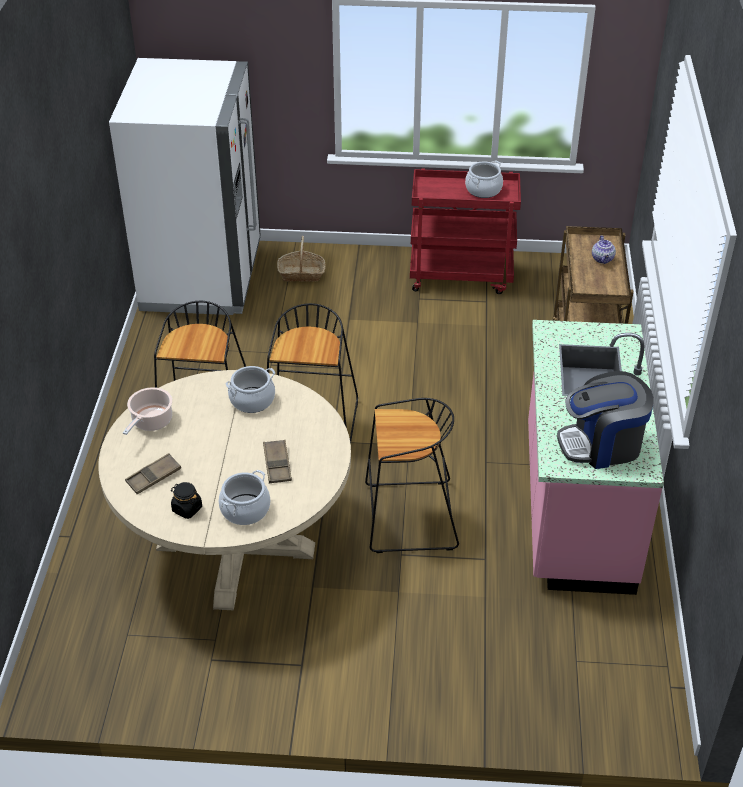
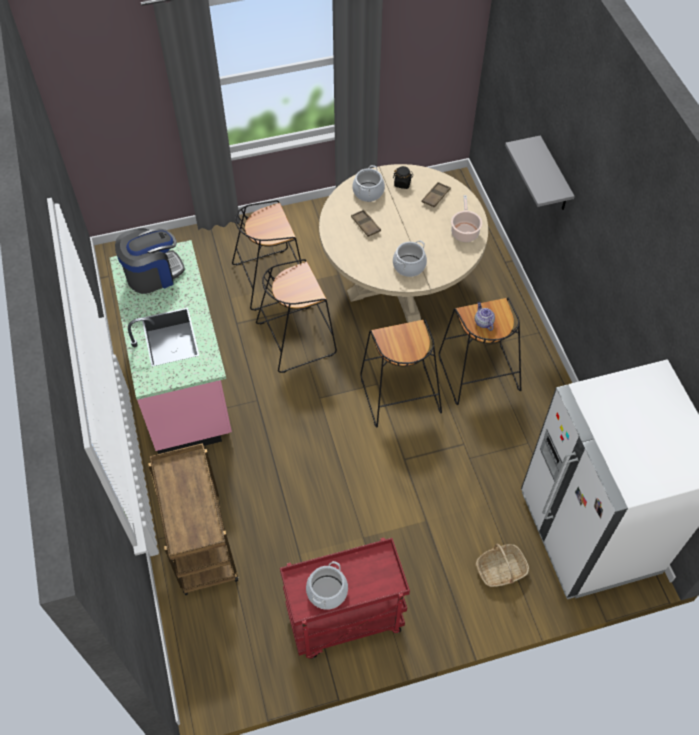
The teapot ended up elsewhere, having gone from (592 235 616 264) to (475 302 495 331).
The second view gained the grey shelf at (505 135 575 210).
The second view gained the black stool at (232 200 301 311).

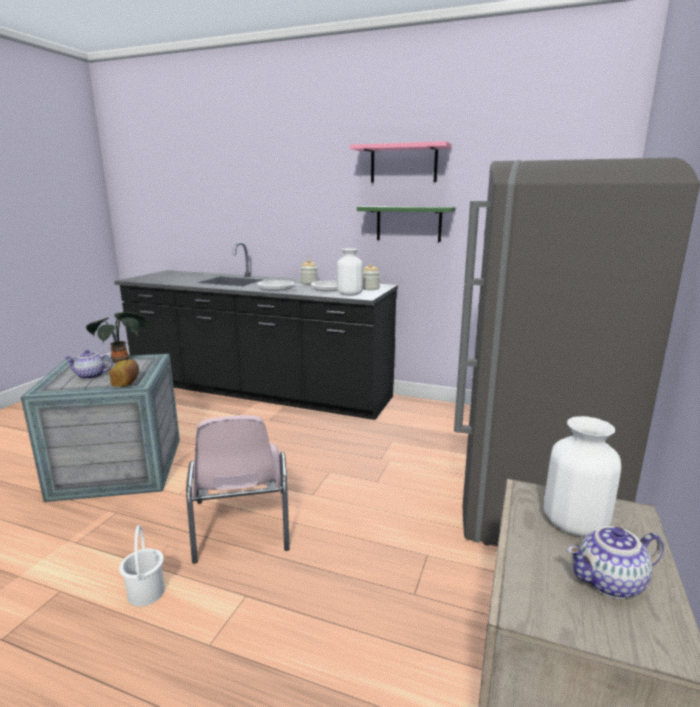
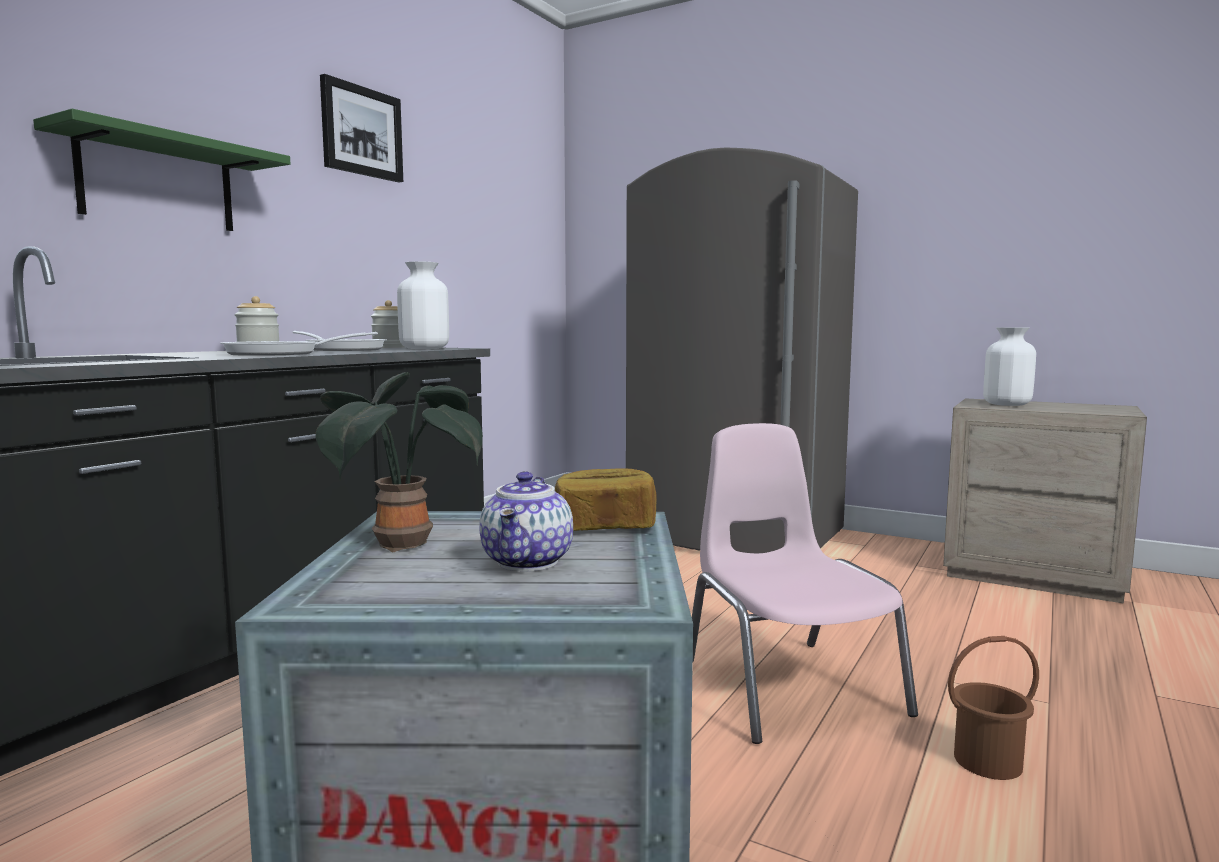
Where the pink shelf hung at (350 141 452 183), the picture came to hang at (320 74 403 183).
The green shelf ended up elsewhere, having gone from (357 206 456 242) to (33 109 291 231).
The pink chair at (186 415 290 564) ended up facing another way, 105 degrees counterclockwise from before.
What was the white bucket at (119 525 165 606) turned into the brown bucket at (948 636 1039 780).
The second view lost the teapot at (567 526 664 599).

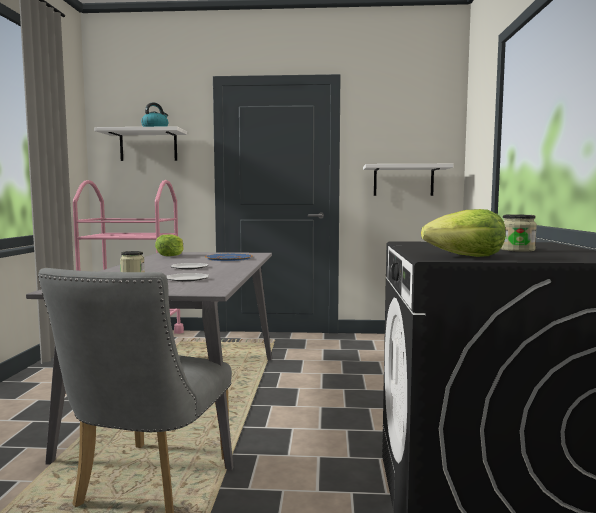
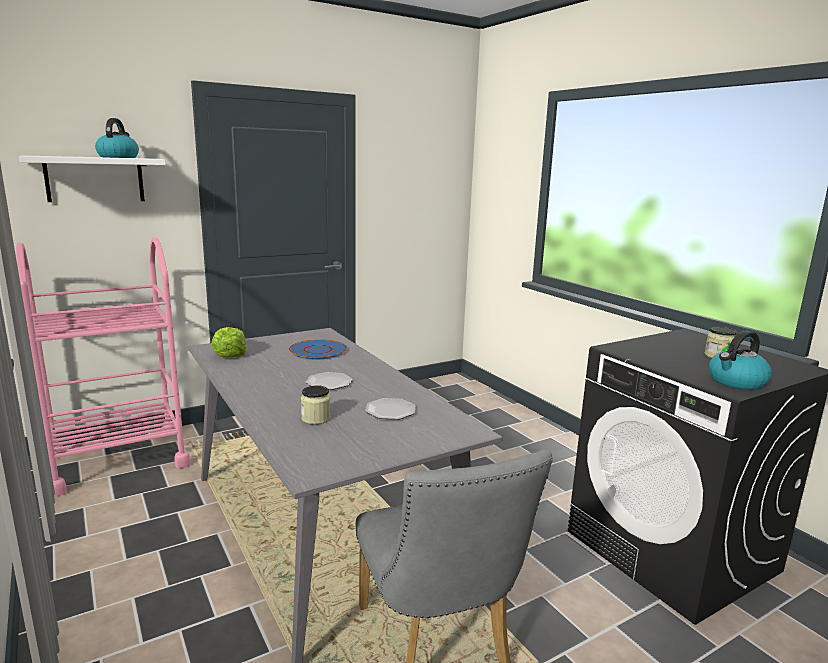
The second view lost the white shelf at (363 164 454 196).
Where the lettuce stood at (421 209 506 257), the kettle came to stand at (709 331 772 390).

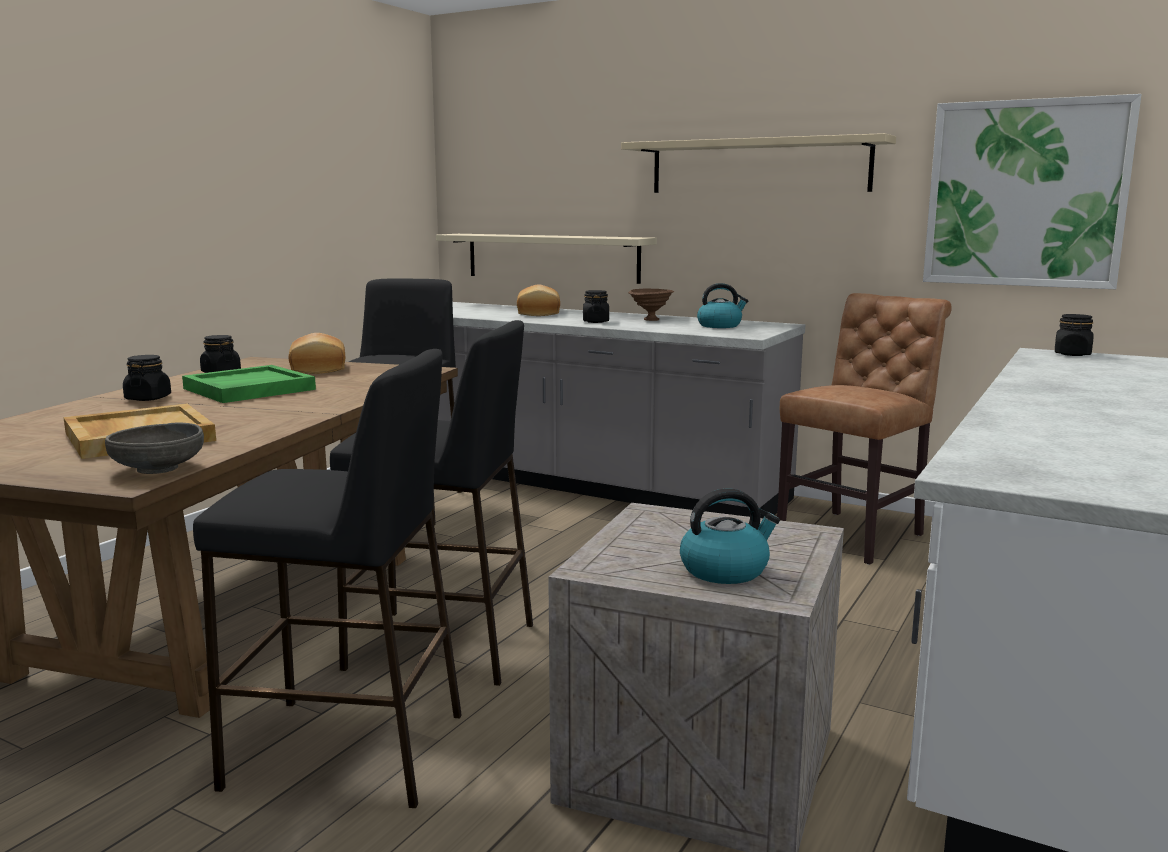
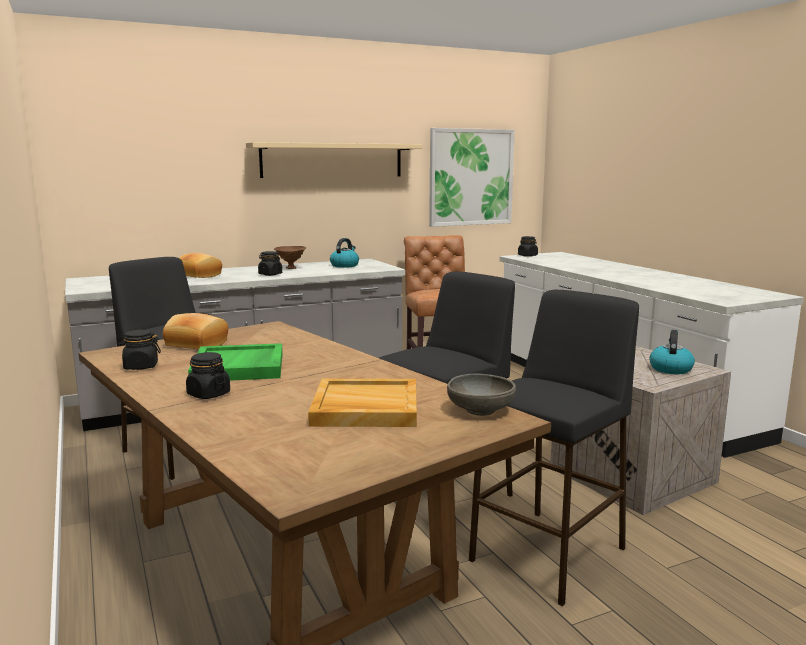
The second view lost the beige shelf at (436 234 657 284).

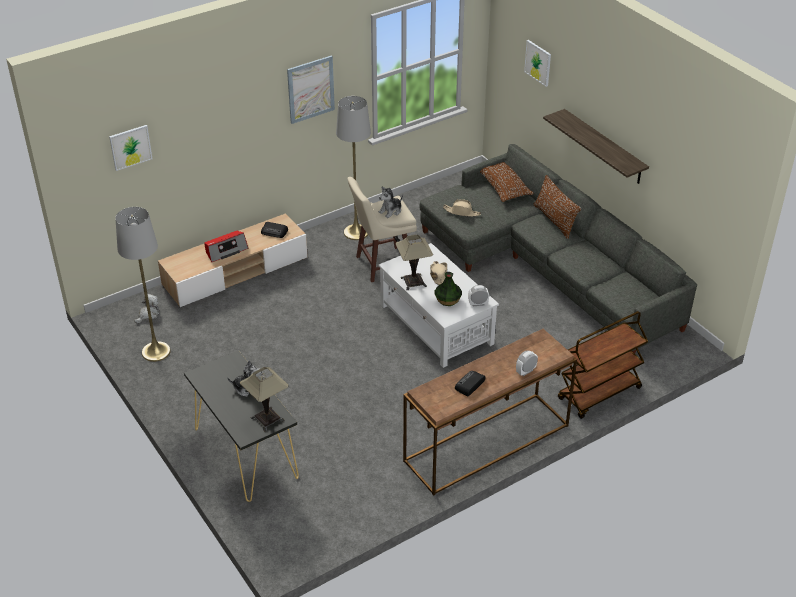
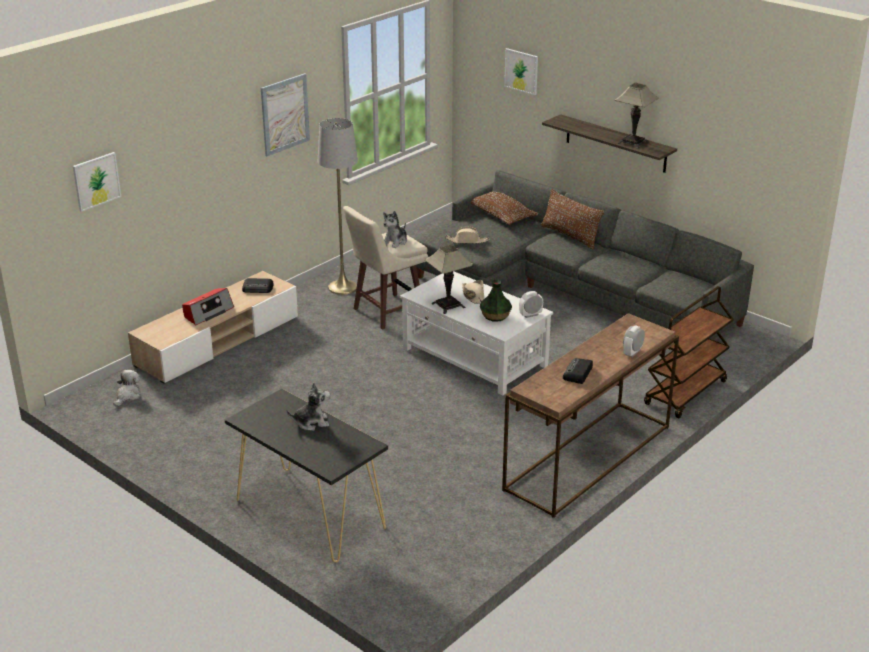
The second view lost the grey floor lamp at (115 207 171 362).
The table lamp ended up elsewhere, having gone from (240 367 289 432) to (615 83 659 148).

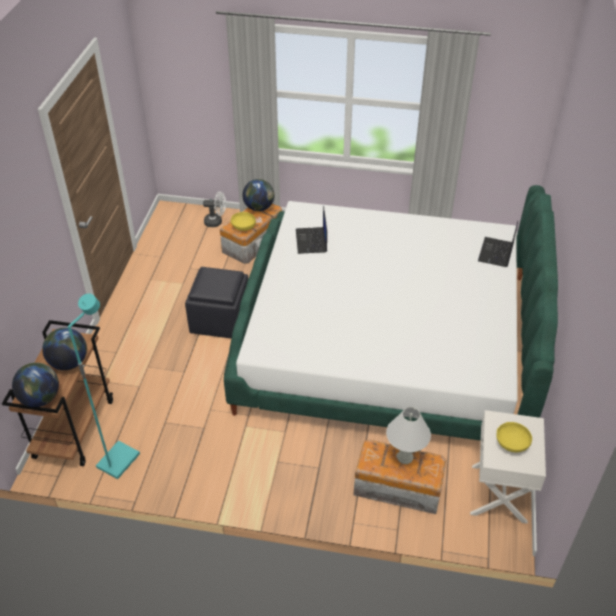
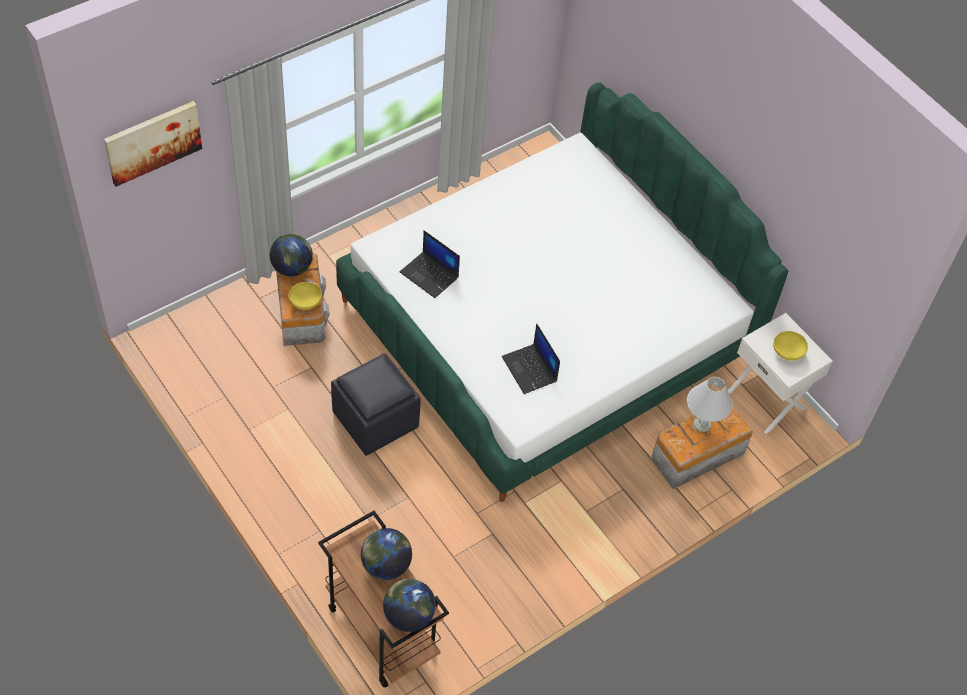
The second view lost the white fan at (203 192 226 227).
The laptop ended up elsewhere, having gone from (478 221 518 267) to (502 323 560 394).
The second view lost the turquoise floor lamp at (68 293 140 479).
The second view gained the picture at (104 101 202 187).

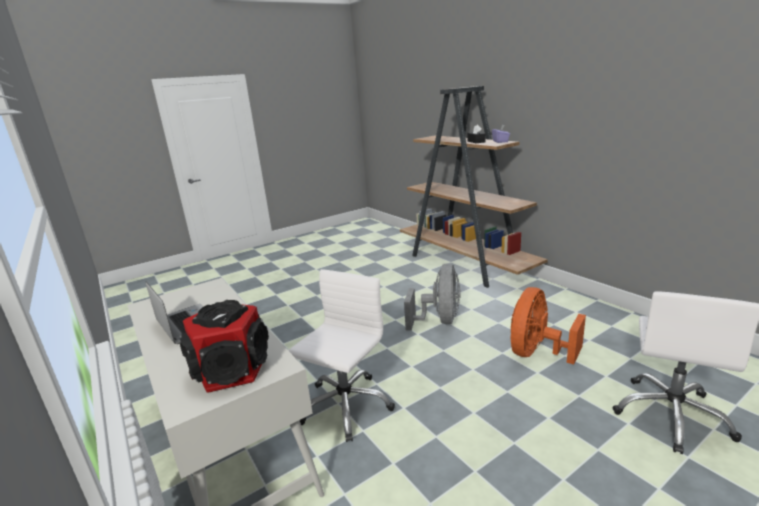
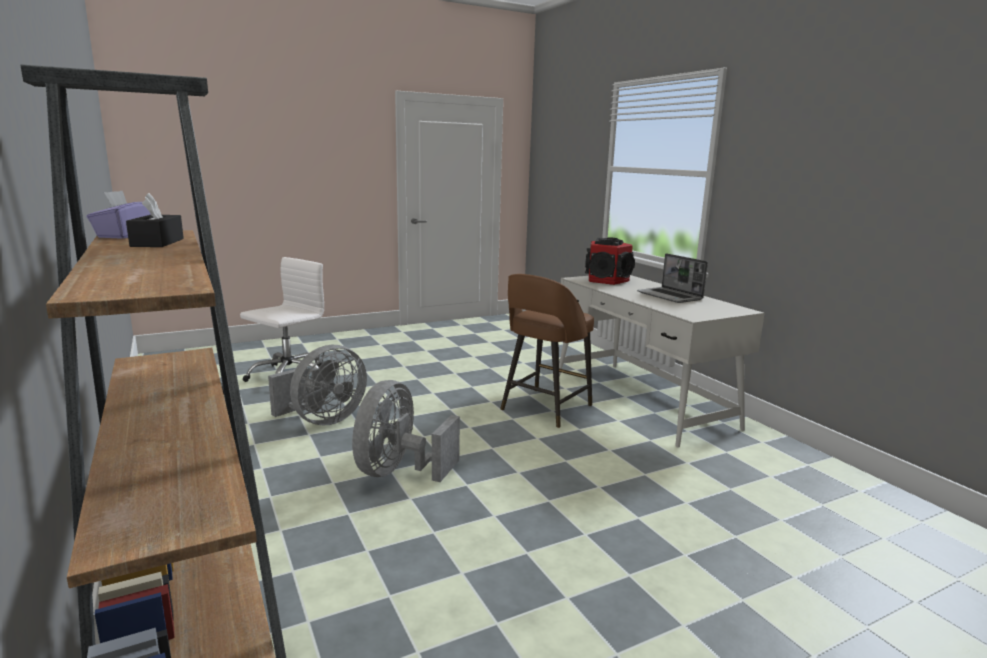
Where the white office chair stood at (289 269 395 442), the brown stool came to stand at (500 274 594 428).
What was the orange fan at (510 287 586 365) turned into the grey fan at (268 345 367 425).

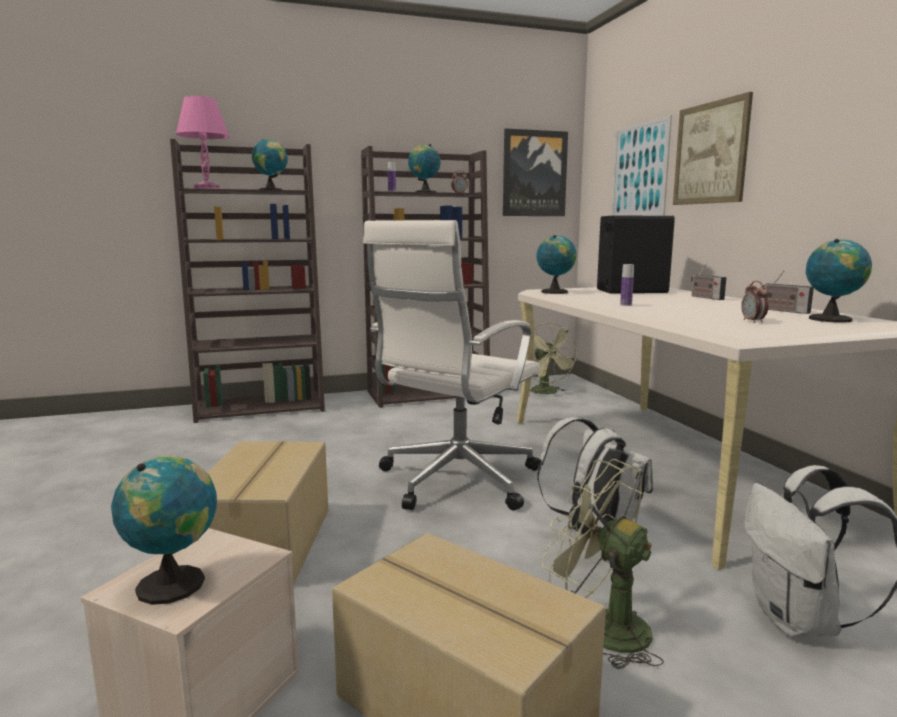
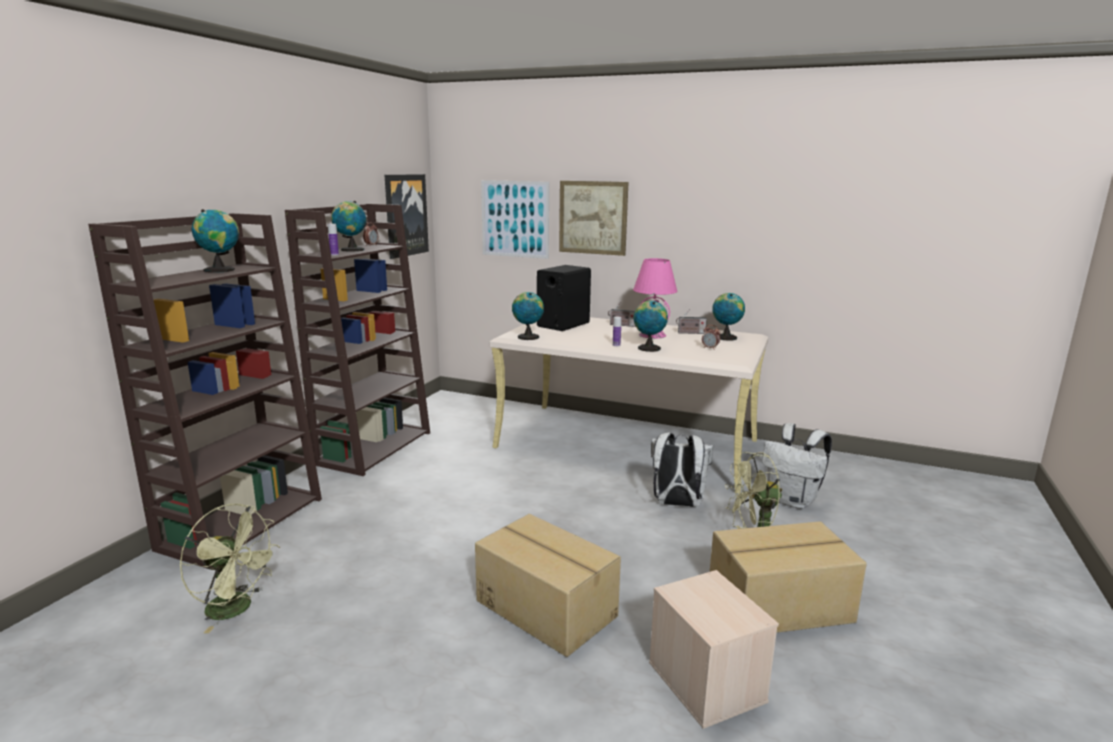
The pink table lamp ended up elsewhere, having gone from (176 96 229 189) to (633 258 677 339).
The second view lost the white office chair at (363 220 541 511).
The green fan ended up elsewhere, having gone from (529 322 579 395) to (179 504 280 633).
The globe ended up elsewhere, having gone from (111 456 217 605) to (633 301 668 352).

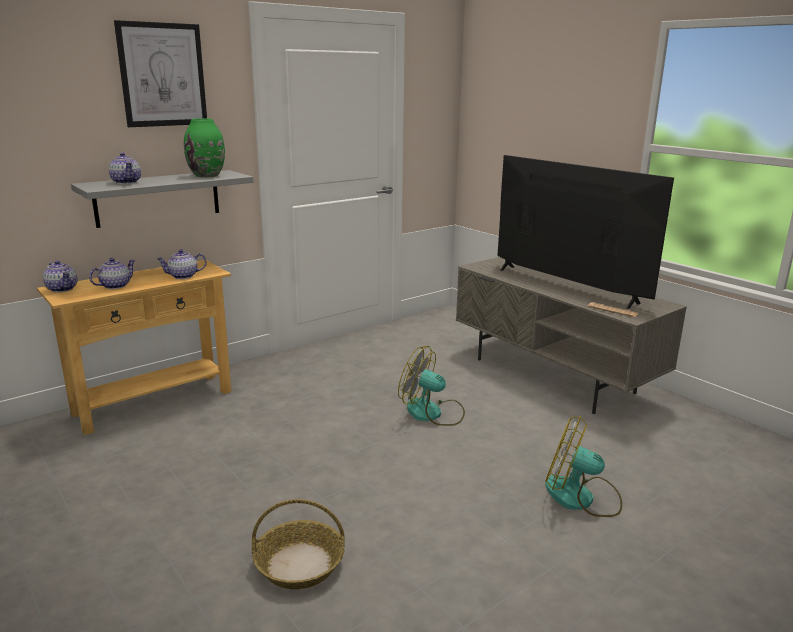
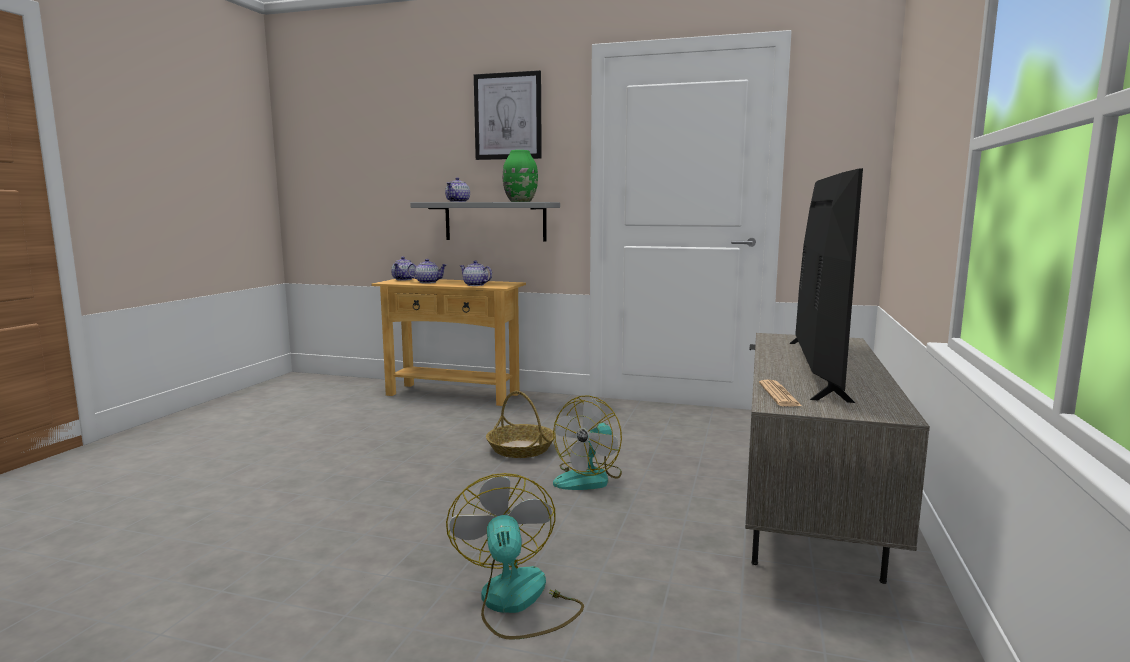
The fan at (398 346 465 426) ended up facing another way, 135 degrees counterclockwise from before.
The basket ended up elsewhere, having gone from (252 499 345 589) to (486 391 555 458).

